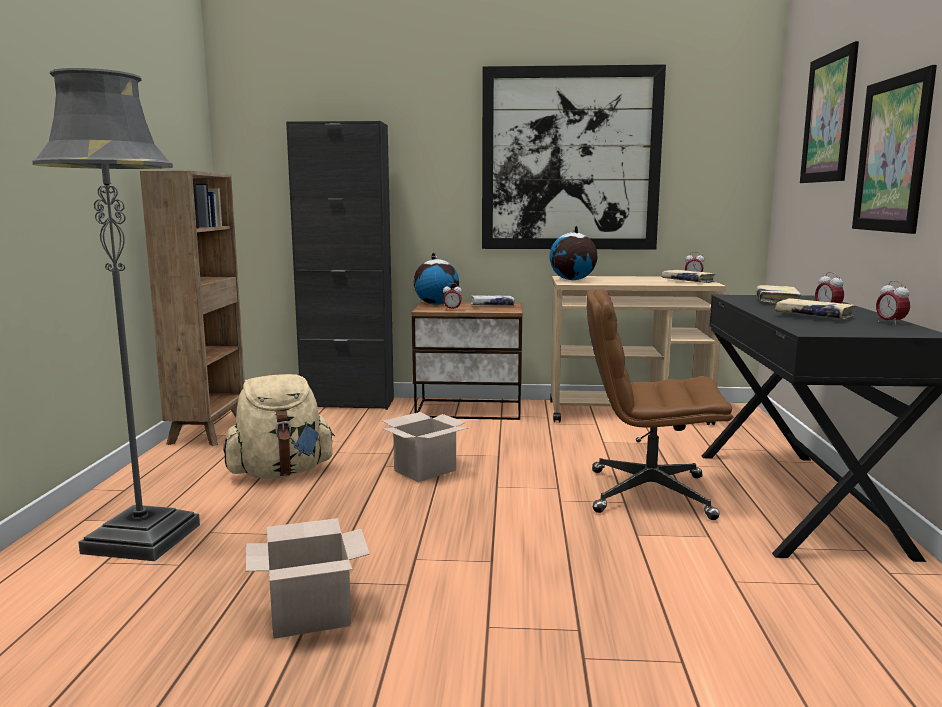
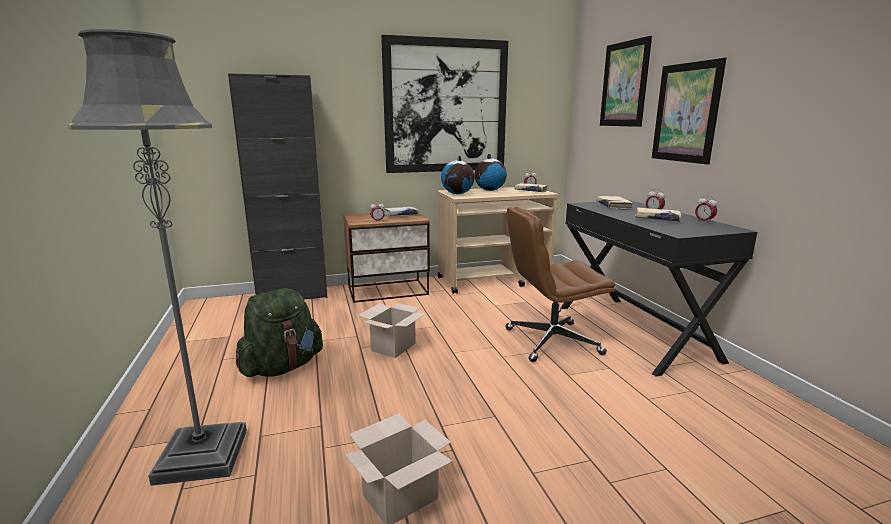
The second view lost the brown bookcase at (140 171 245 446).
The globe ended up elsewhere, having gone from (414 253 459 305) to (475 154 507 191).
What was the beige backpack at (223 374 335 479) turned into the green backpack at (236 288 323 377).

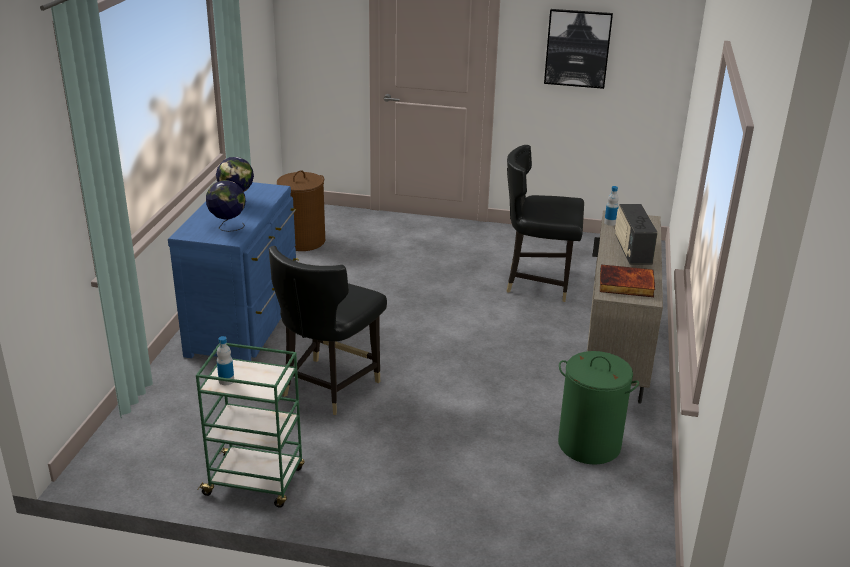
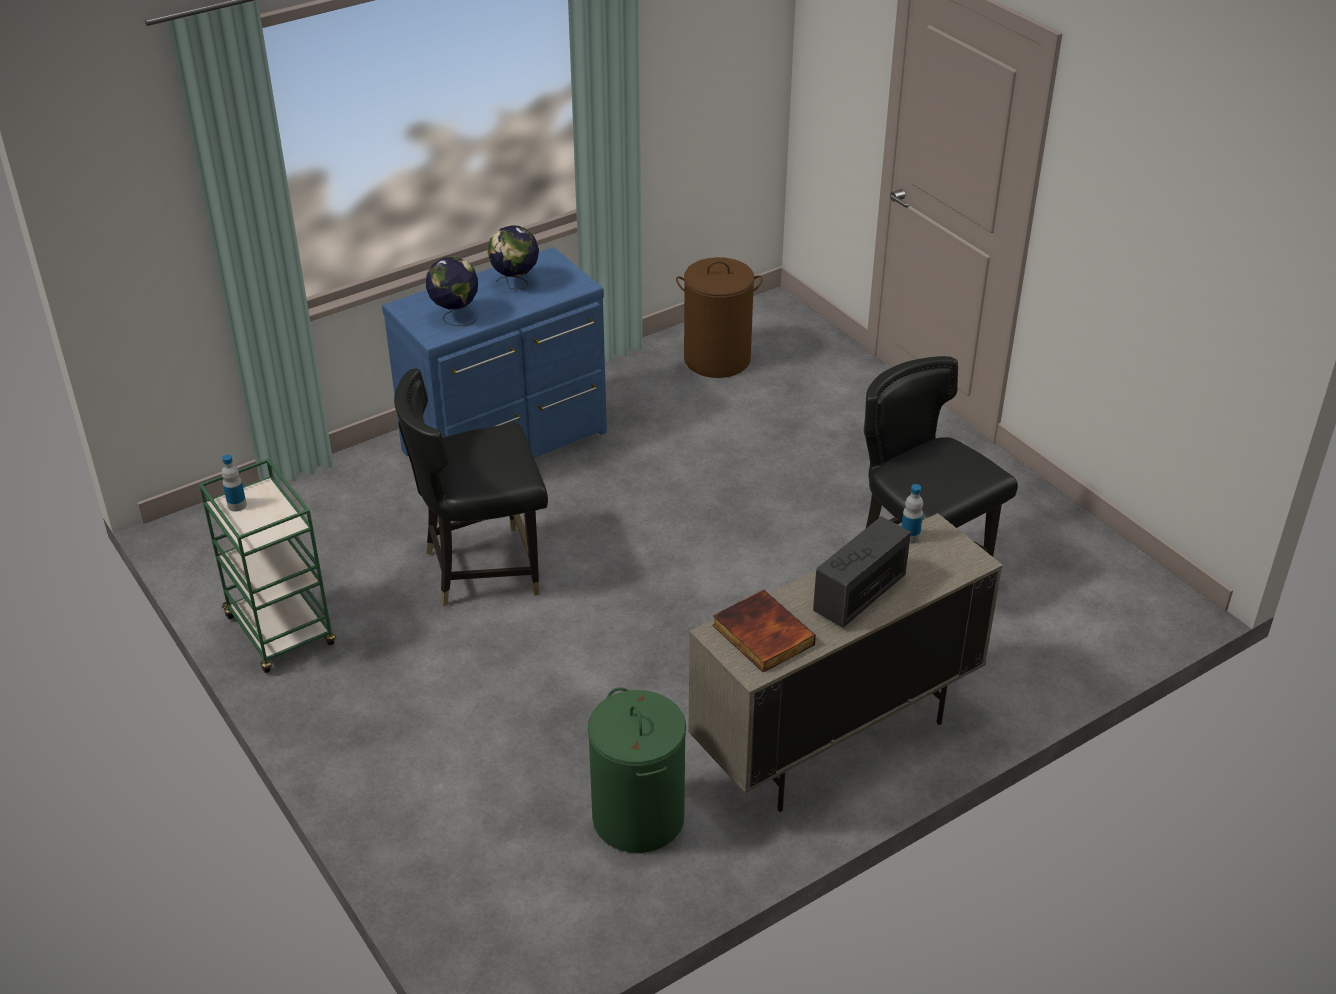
The second view lost the picture at (544 9 613 89).

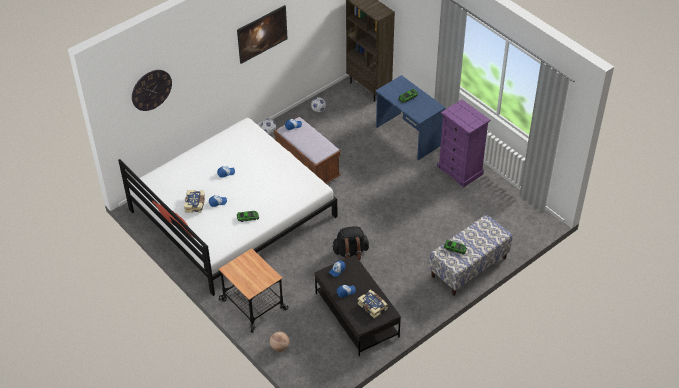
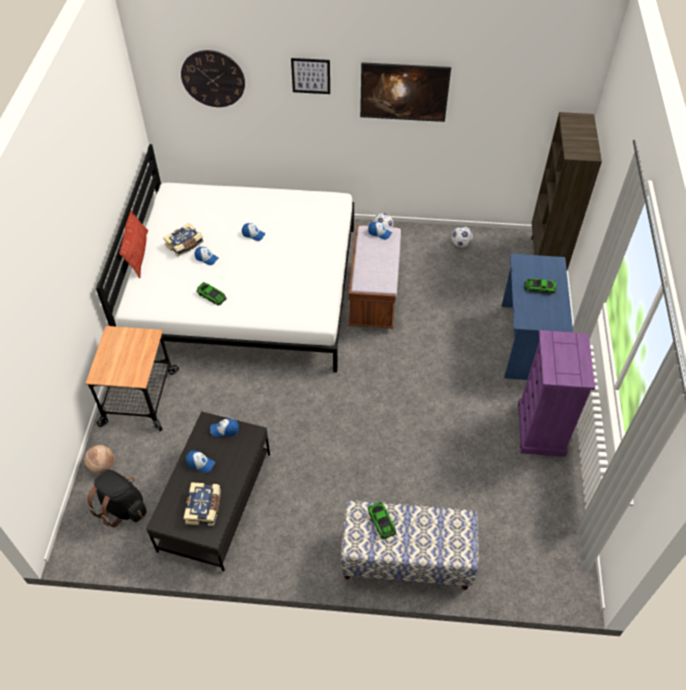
The black backpack ended up elsewhere, having gone from (332 226 369 260) to (87 469 147 527).
The second view gained the picture at (291 58 330 94).

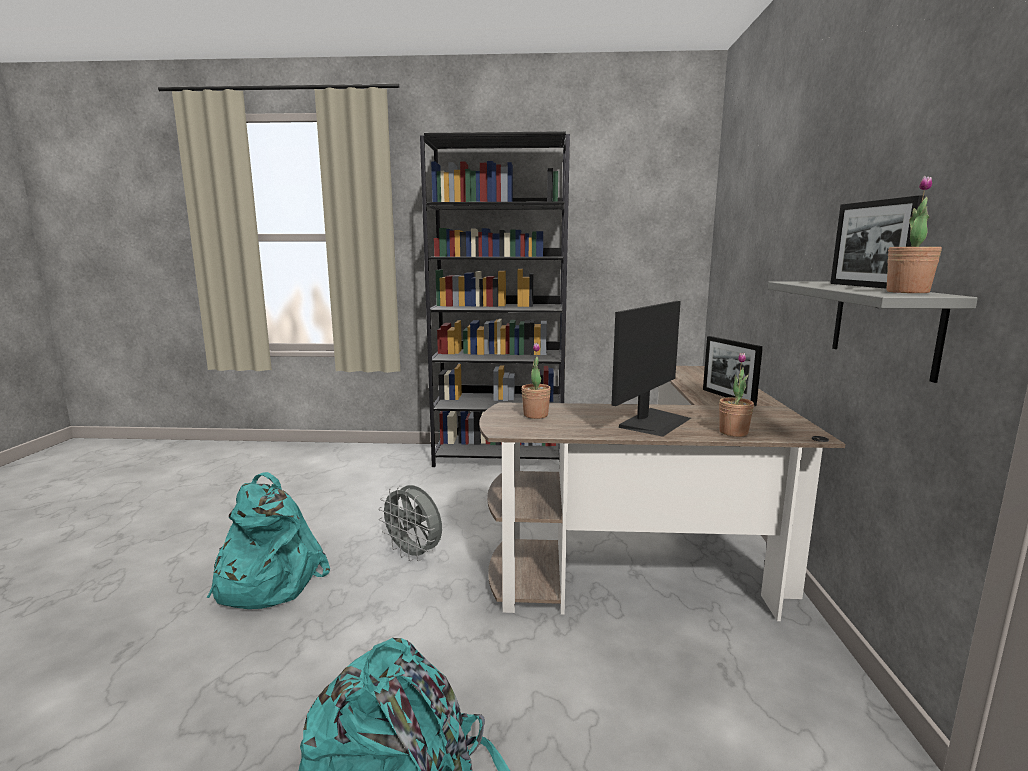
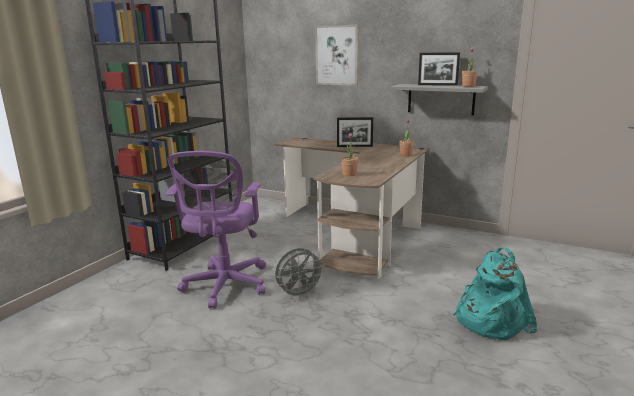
The second view lost the monitor at (611 301 691 437).
The second view lost the turquoise backpack at (206 472 330 609).
The second view gained the picture at (315 25 359 86).
The second view gained the purple office chair at (166 151 266 309).

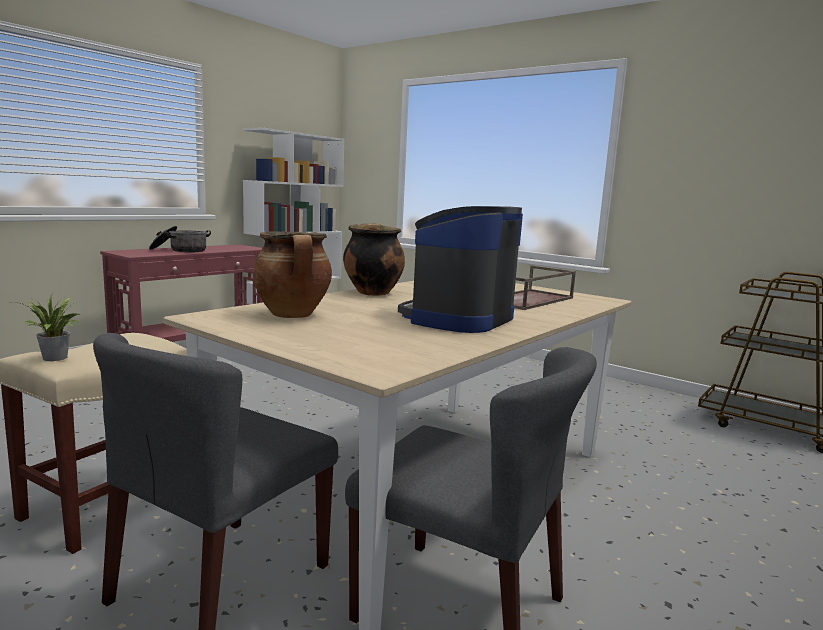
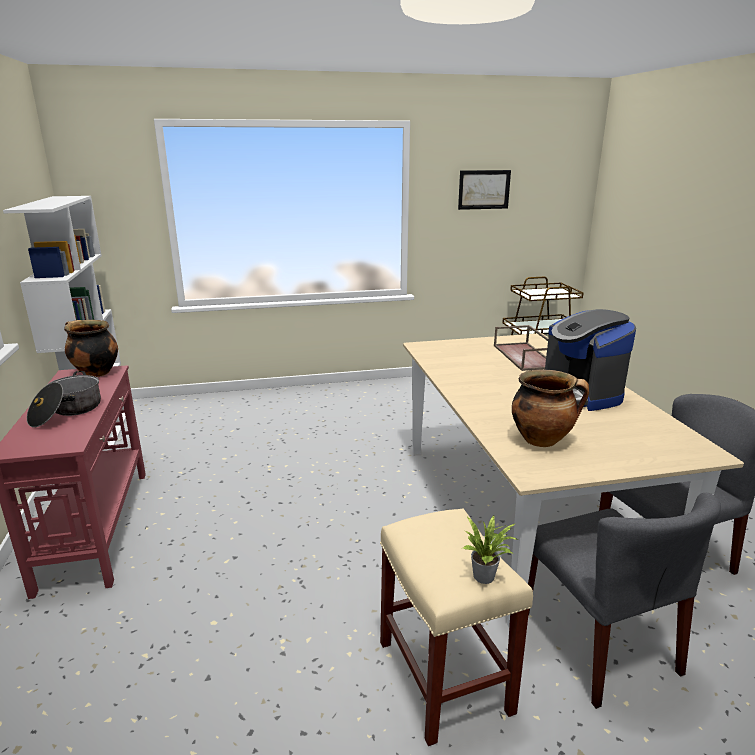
The cooking pot ended up elsewhere, having gone from (343 223 405 296) to (64 320 118 377).
The second view gained the picture at (458 170 511 210).

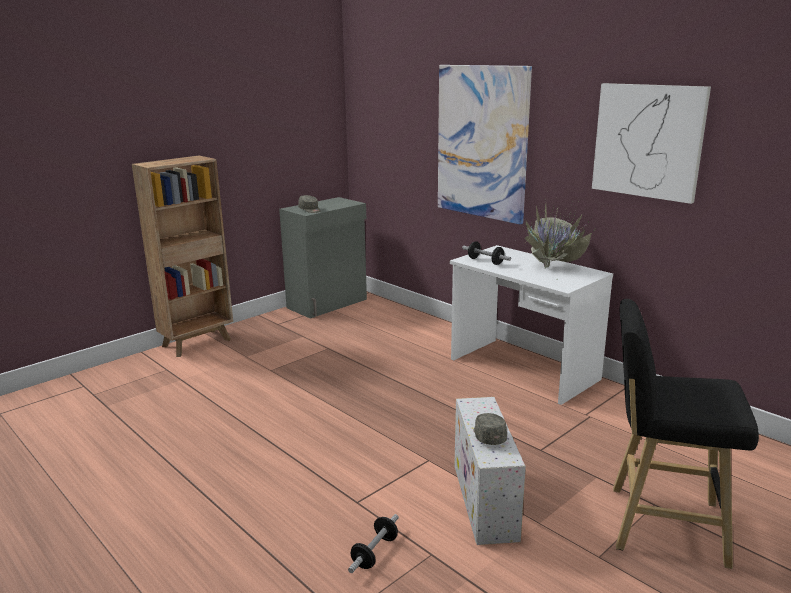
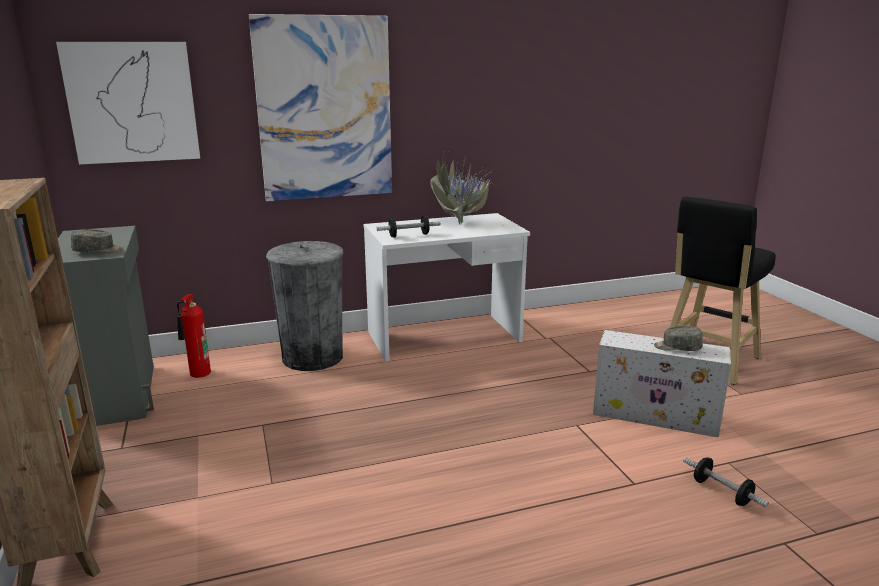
The picture ended up elsewhere, having gone from (592 83 711 204) to (56 42 200 165).
The second view gained the grey trash can at (266 241 344 371).
The second view gained the fire extinguisher at (177 294 211 378).

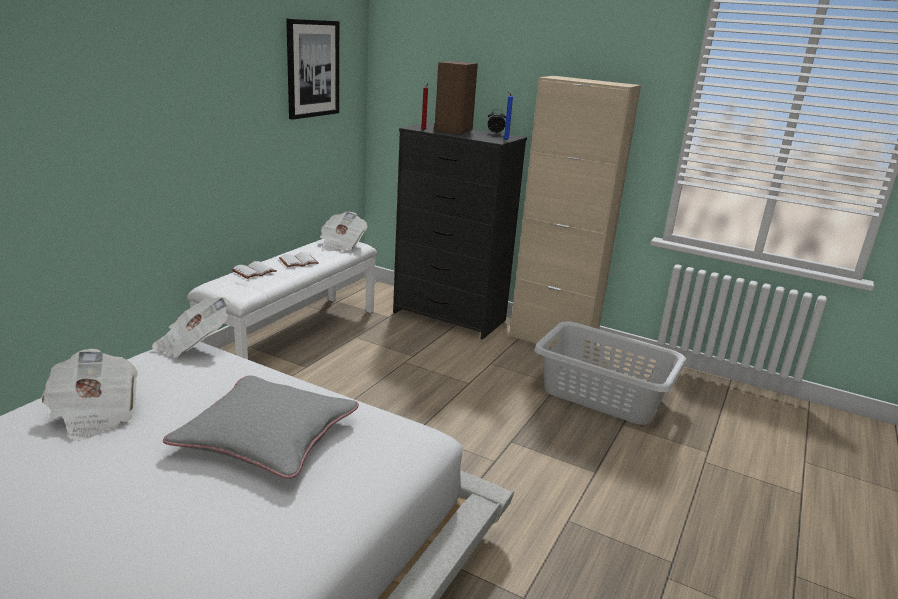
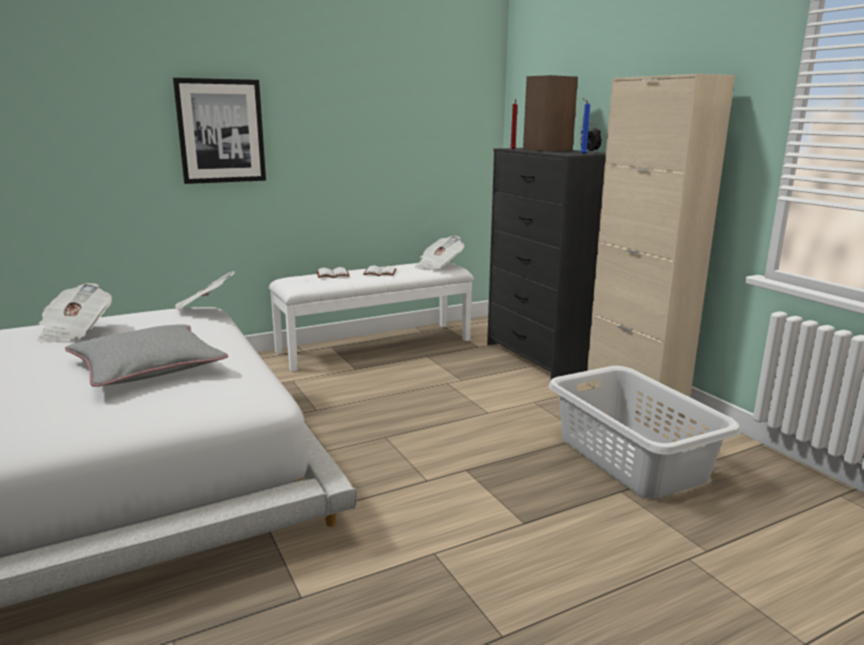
The picture ended up elsewhere, having gone from (286 19 339 120) to (173 78 266 184).

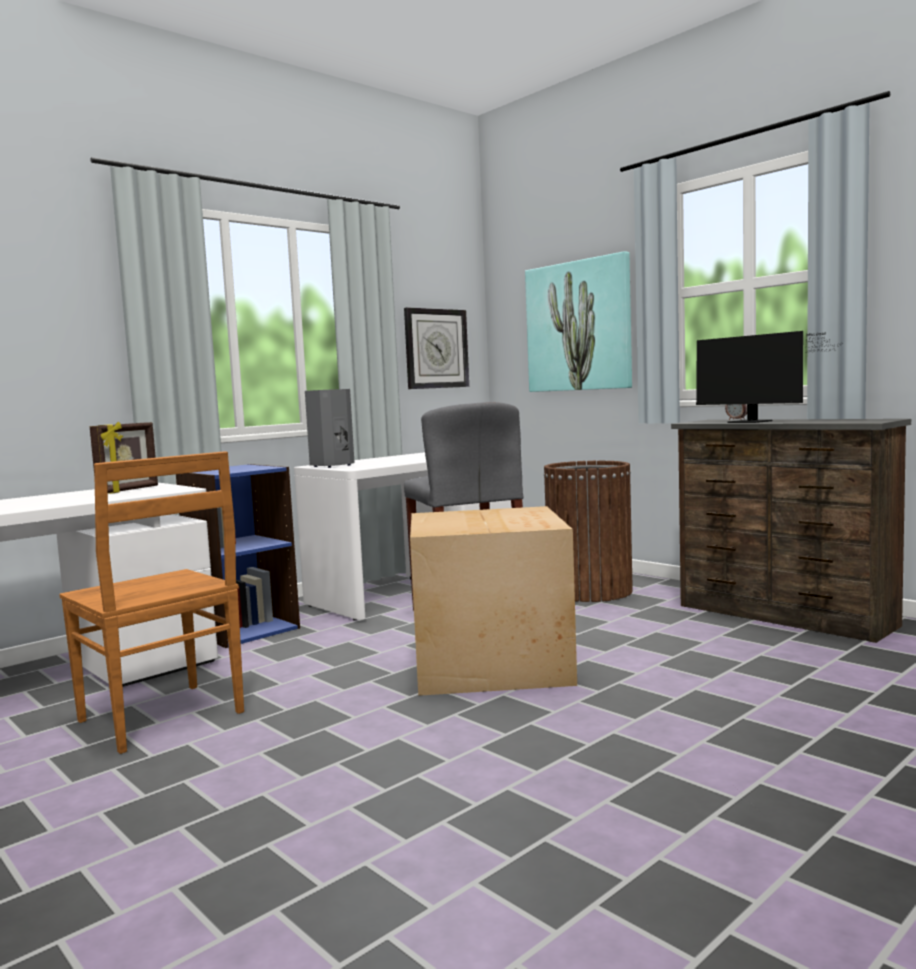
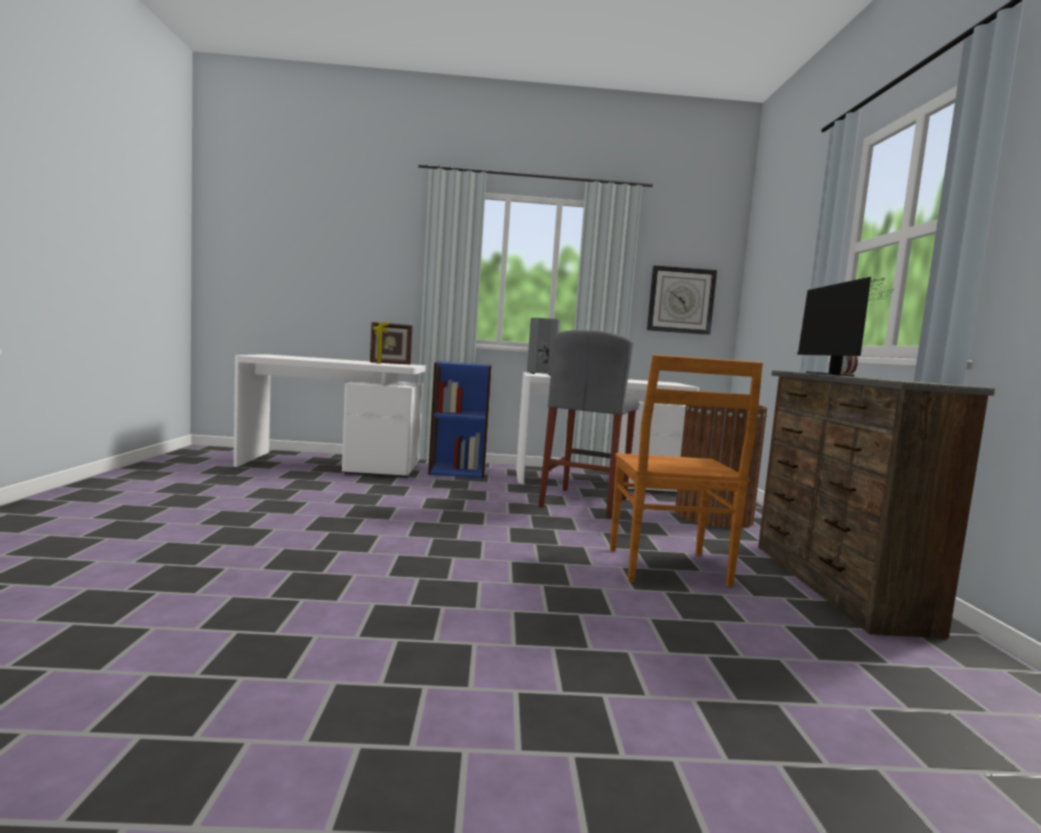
The second view lost the picture at (525 251 632 392).
The brown chair ended up elsewhere, having gone from (59 451 244 754) to (610 355 763 587).
The second view lost the cardboard box at (410 506 577 696).

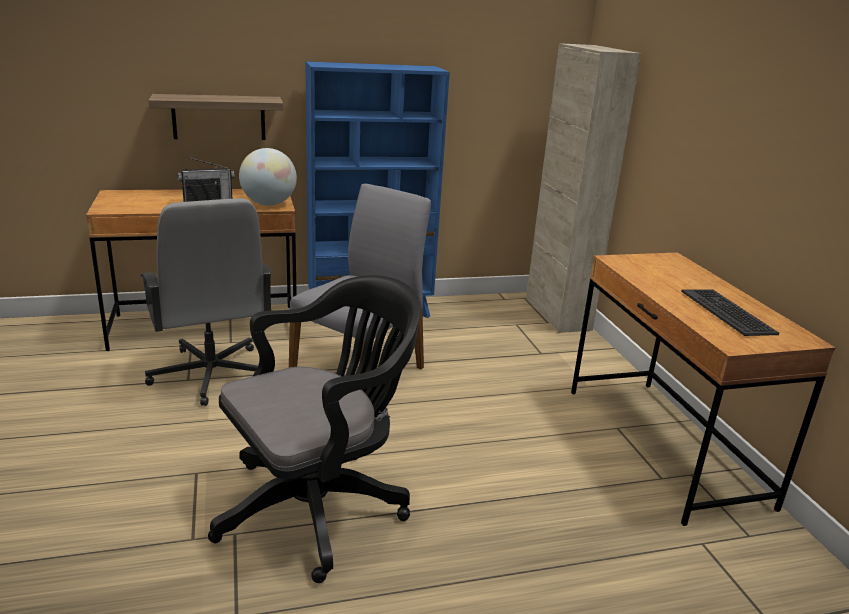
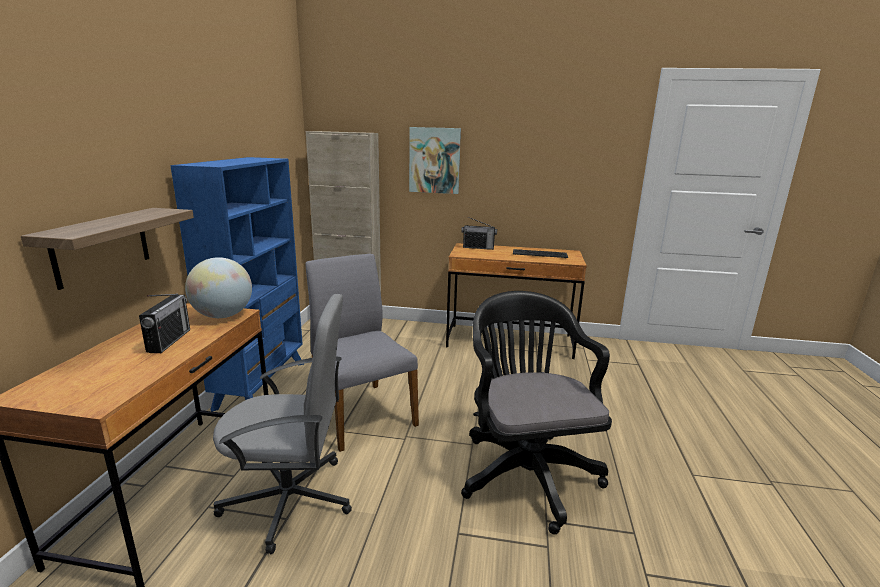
The second view gained the picture at (409 127 461 194).
The second view gained the radio at (462 217 497 250).

